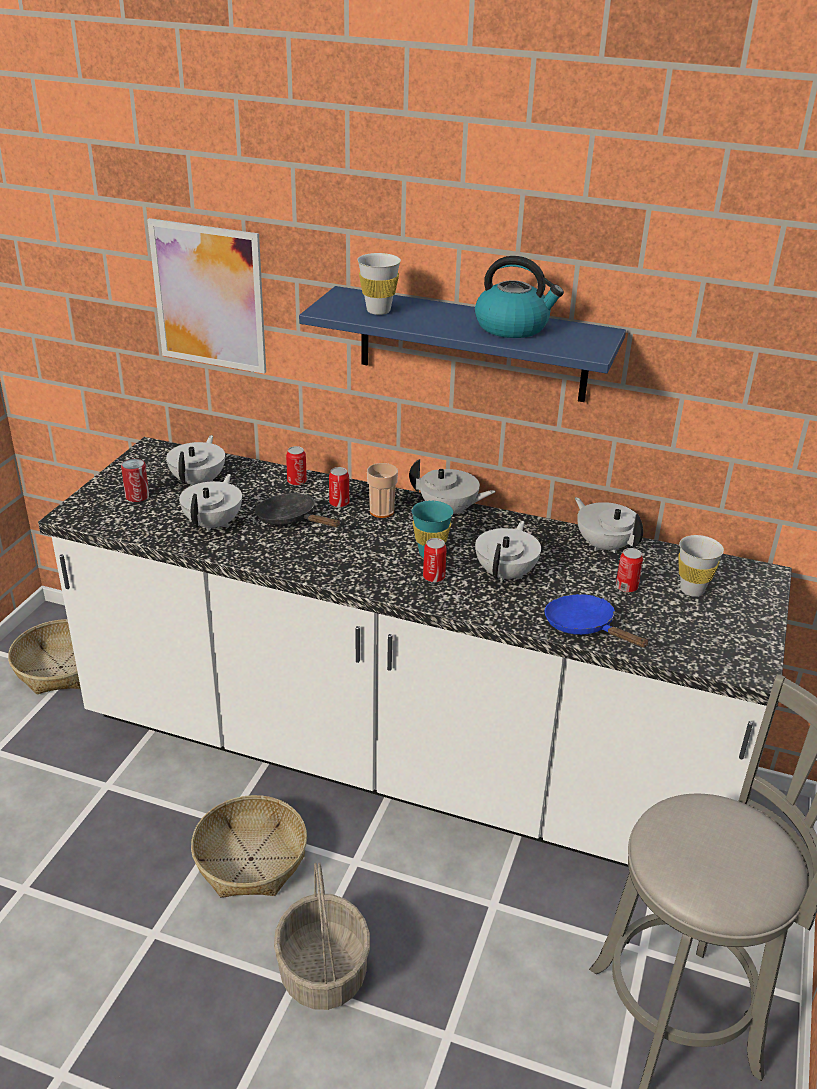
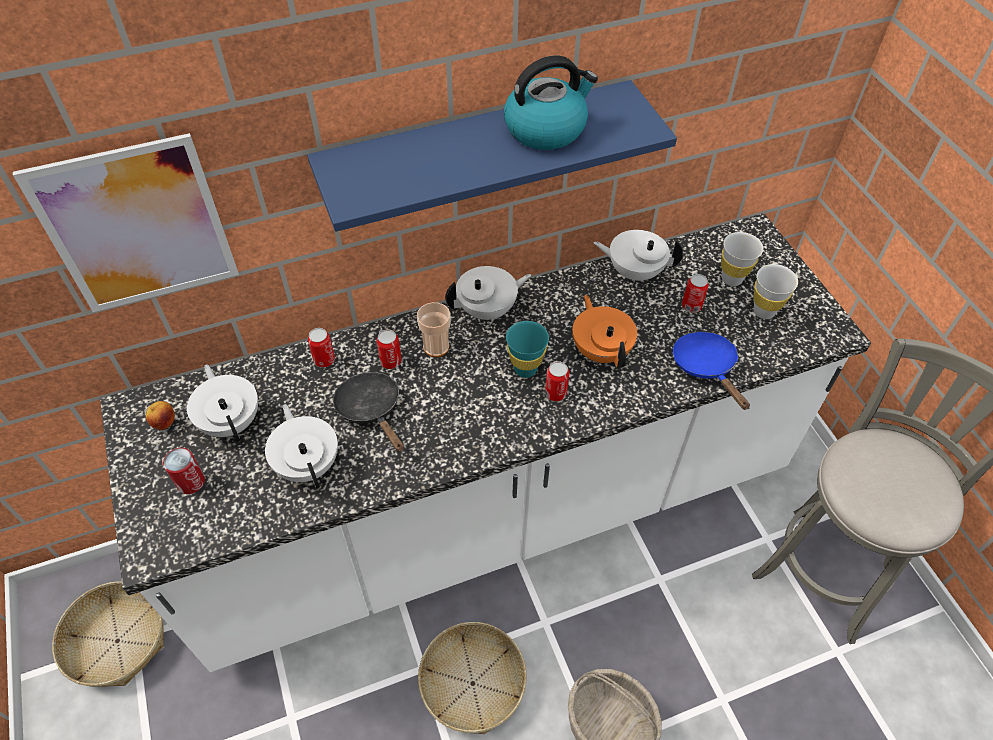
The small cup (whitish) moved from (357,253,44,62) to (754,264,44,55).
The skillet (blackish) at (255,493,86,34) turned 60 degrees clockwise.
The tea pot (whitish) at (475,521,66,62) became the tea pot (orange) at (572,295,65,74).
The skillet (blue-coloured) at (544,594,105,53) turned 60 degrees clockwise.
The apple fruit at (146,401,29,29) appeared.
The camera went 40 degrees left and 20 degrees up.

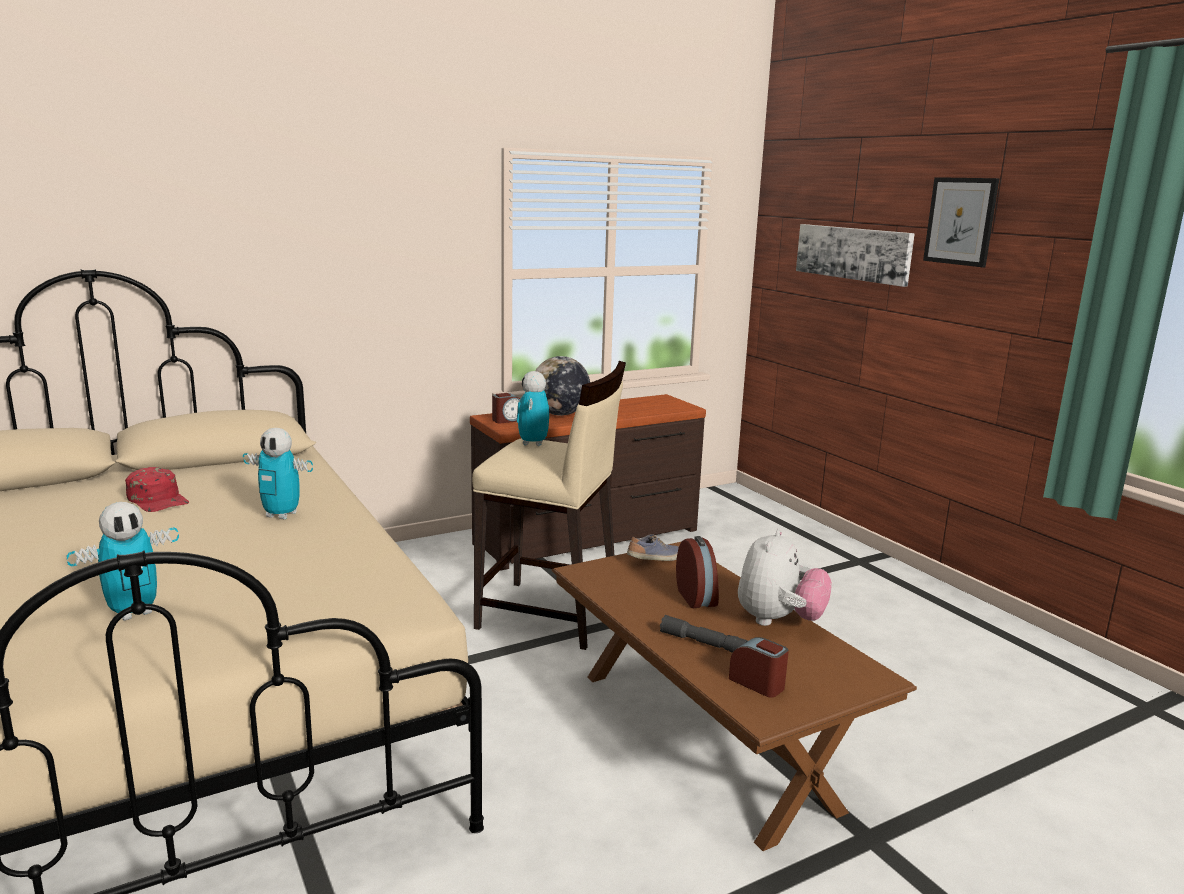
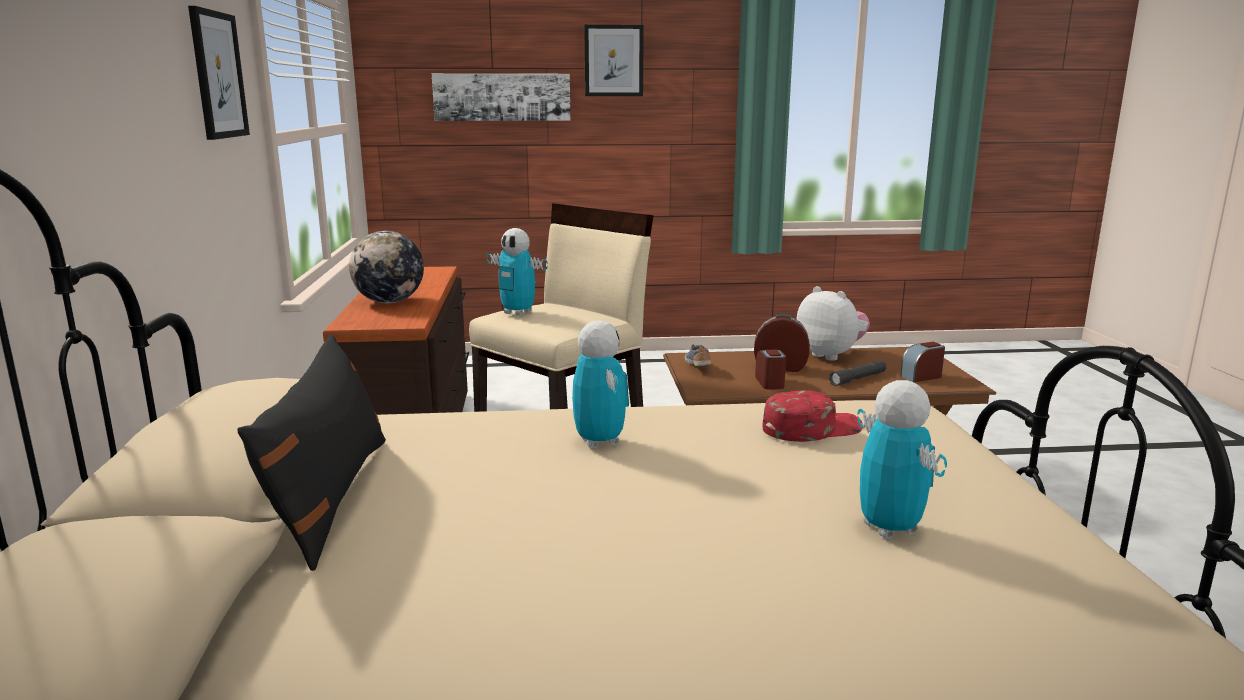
The bedside clock moved from (492,393,28,30) to (755,350,31,40).
The robot figure at (243,428,70,91) turned 60 degrees counterclockwise.
The peaked cap (red) moved from (125,467,64,45) to (763,390,99,52).
The wall art at (188,6,62,134) appeared.
The pillow (blackish) at (237,334,149,237) appeared.
The camera went 65 degrees left and 0 degrees up.

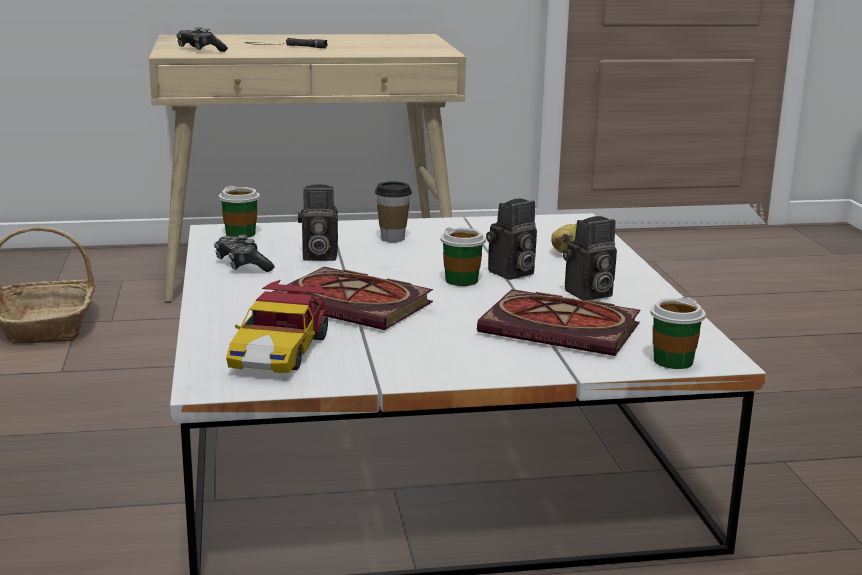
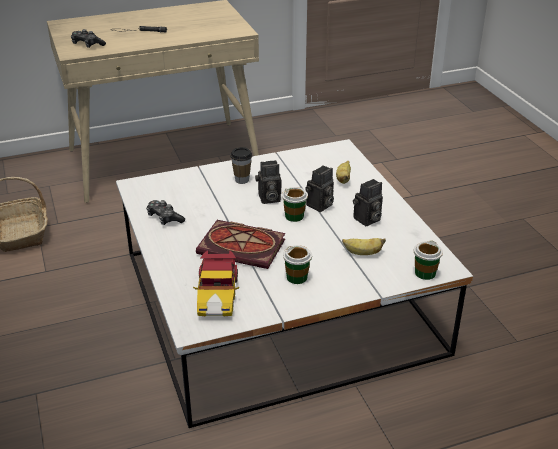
The still camera moved from (298,184,40,77) to (255,160,26,44).
The small cup moved from (219,185,41,53) to (283,245,29,39).
The volume at (477,289,163,67) was replaced by the banana fruit at (342,238,44,17).
The camera went 10 degrees left and 15 degrees up.

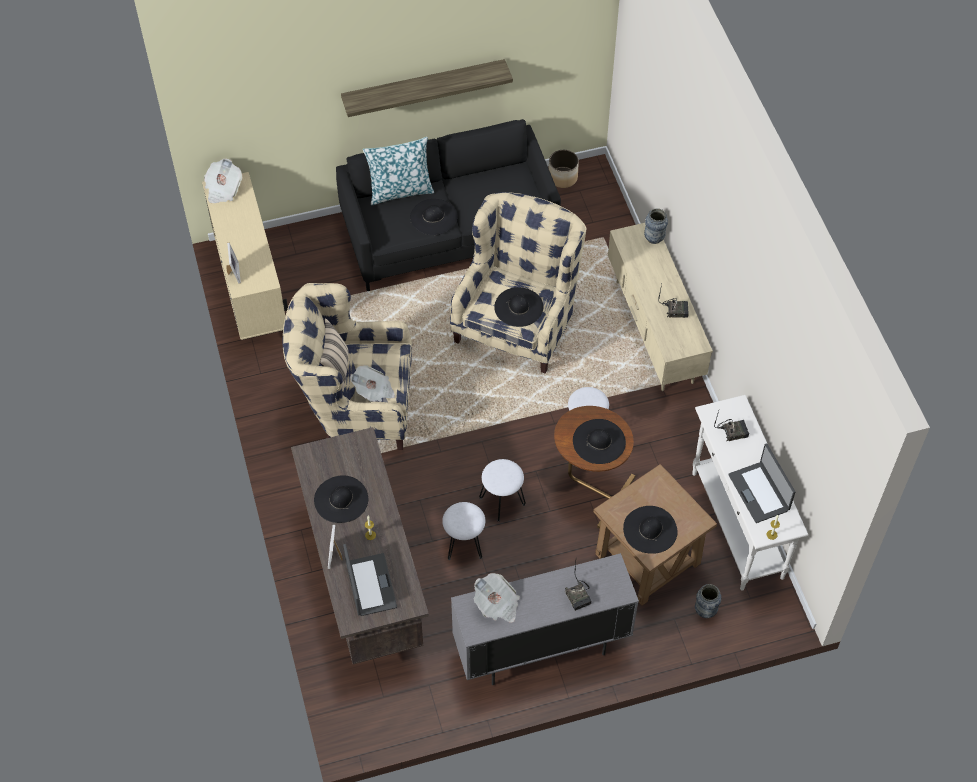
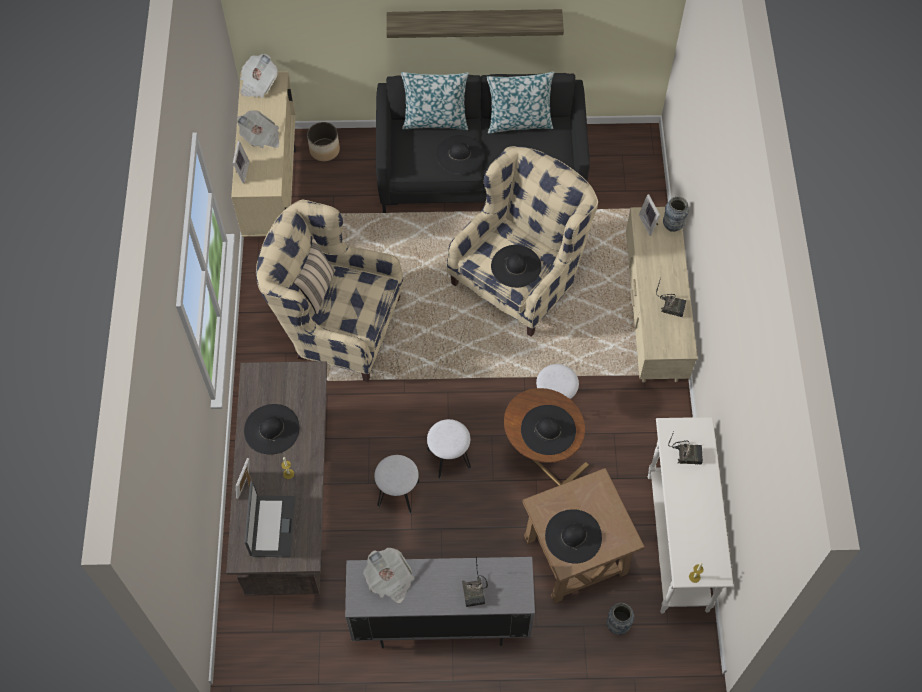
The plant pot moved from (549,150,30,38) to (307,122,33,39).
The newspaper moved from (350,365,45,37) to (237,110,42,38).
The laptop at (728,443,67,80) disappeared.
The pillow at (487,72,67,62) appeared.
The picture frame at (639,194,21,42) appeared.
The camera went 15 degrees right and 5 degrees up.

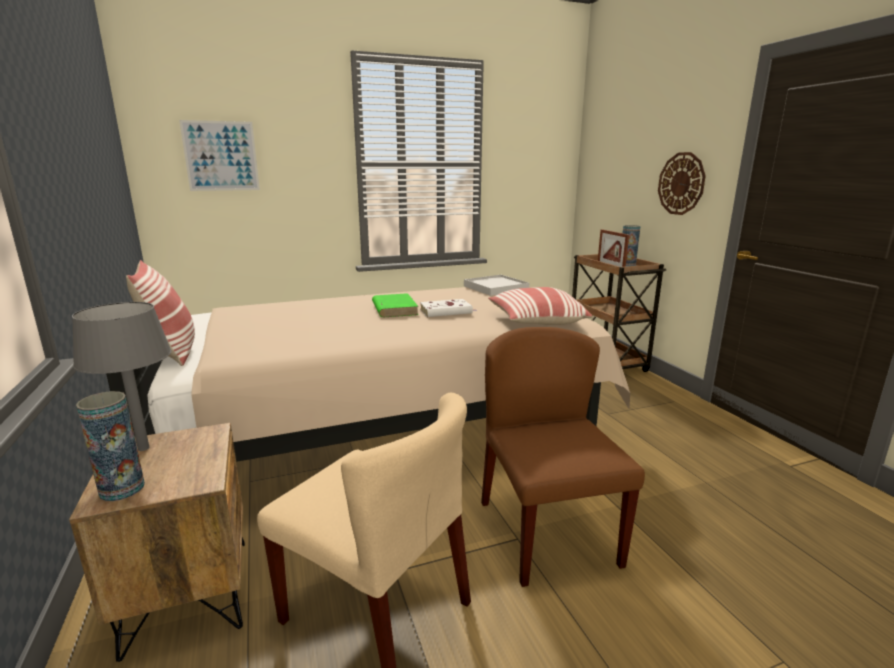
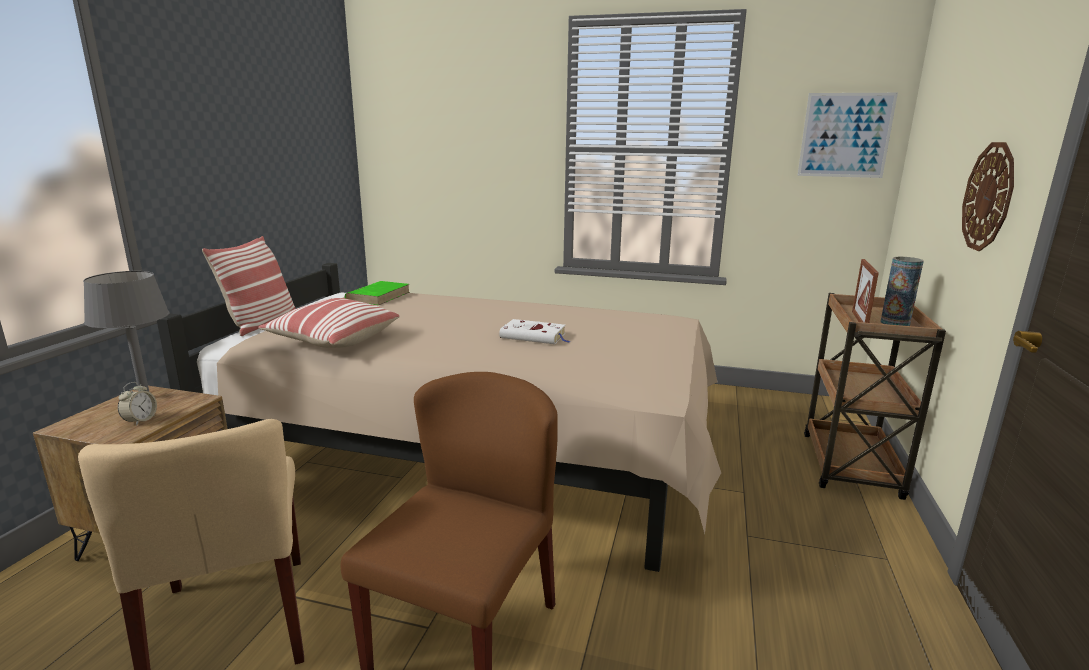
The wall art moved from (179,120,81,71) to (797,93,101,85).
The tray (whitish) at (464,275,65,21) disappeared.
The pillow moved from (488,287,104,38) to (258,298,142,50).
The volume (green-coloured) moved from (372,293,46,24) to (345,281,65,24).
The flower vase at (76,391,69,110) disappeared.
The bedside clock at (118,382,39,44) appeared.
The camera went 35 degrees right and 0 degrees up.

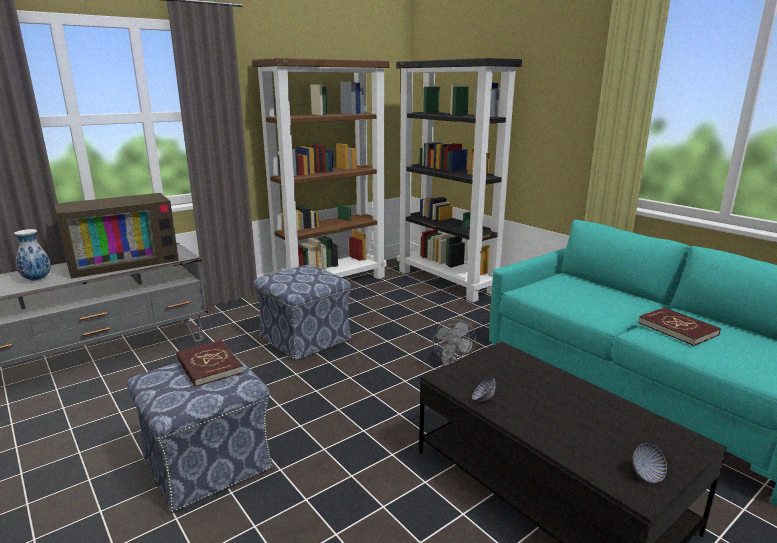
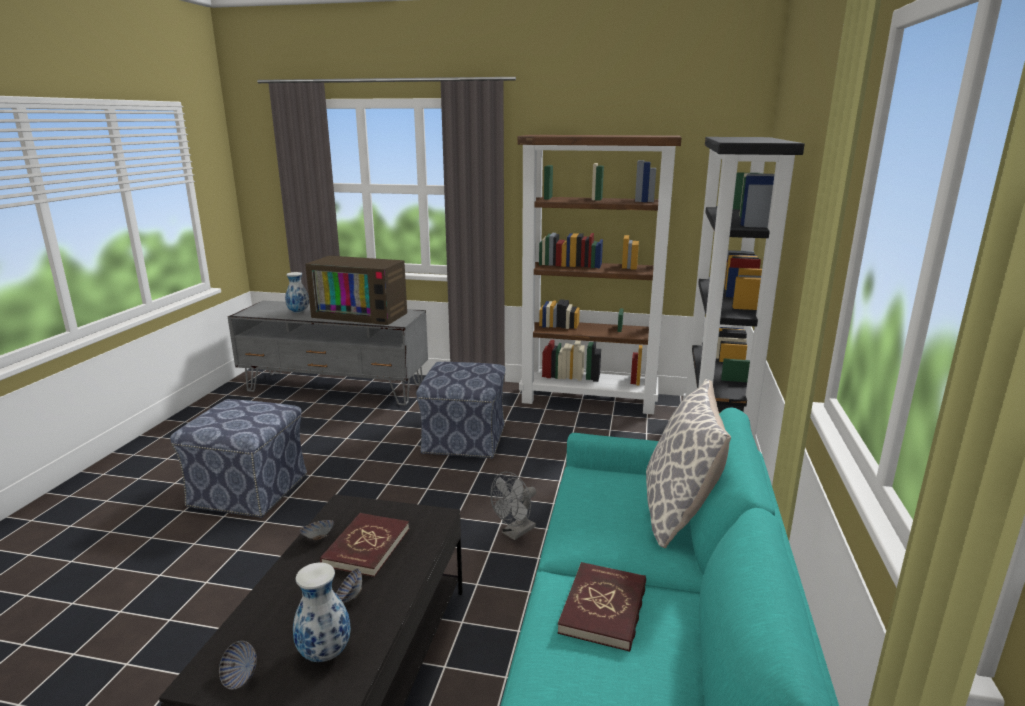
The volume (red) moved from (176,340,67,47) to (320,513,89,64).
The pillow at (646,379,85,169) appeared.
The flower vase at (293,563,58,99) appeared.
The serving bowl at (336,568,26,35) appeared.
The camera went 50 degrees right and 0 degrees up.

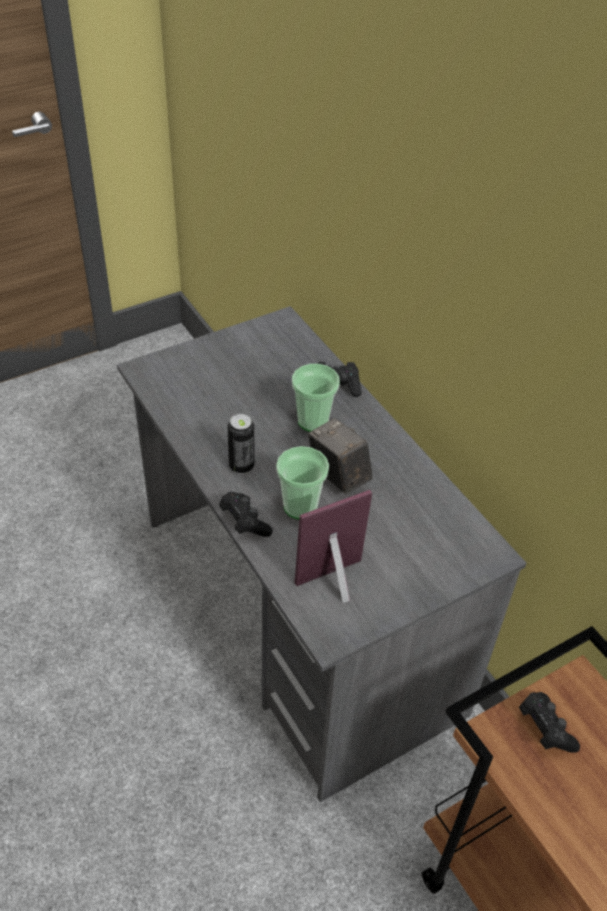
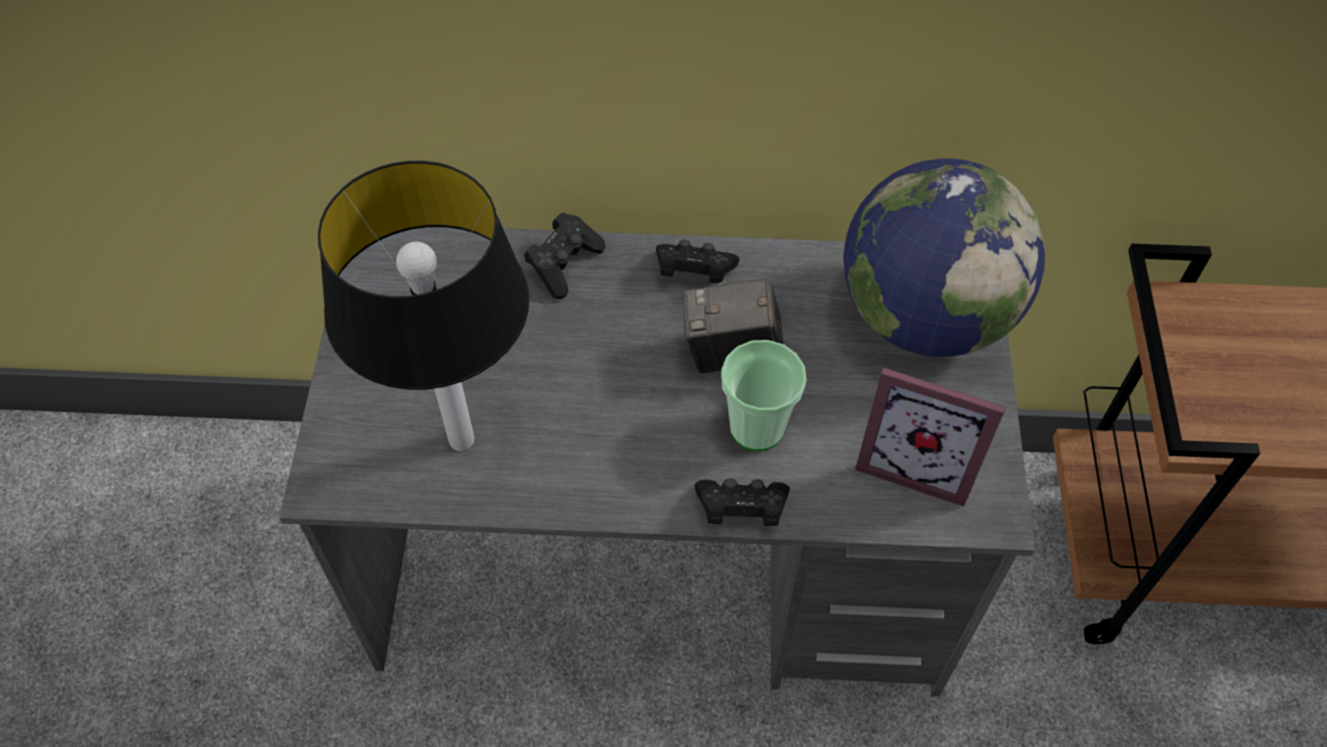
The small cup at (292,364,48,68) disappeared.
The metal can at (228,414,26,60) disappeared.
The picture frame at (294,490,78,113) turned 75 degrees counterclockwise.
The gamepad (blackish) moved from (519,692,61,61) to (656,240,84,43).
The world globe at (843,158,202,199) appeared.
The lamp for a table at (318,161,211,290) appeared.
The camera went 55 degrees left and 10 degrees up.

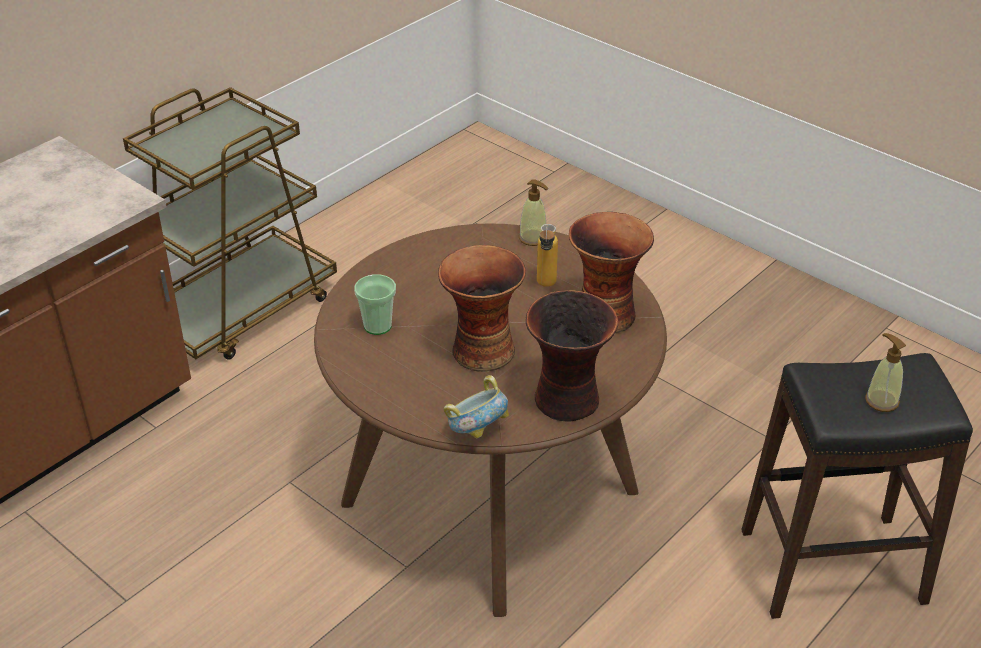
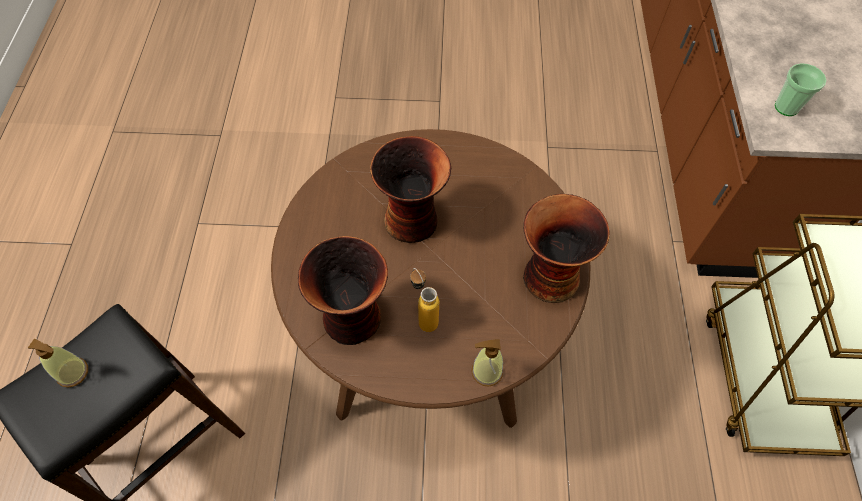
The small cup moved from (354,274,42,61) to (775,63,52,53).
The flower vase moved from (526,290,92,131) to (523,194,87,109).
The serving bowl at (444,375,65,63) disappeared.
The camera went 140 degrees right and 20 degrees up.

